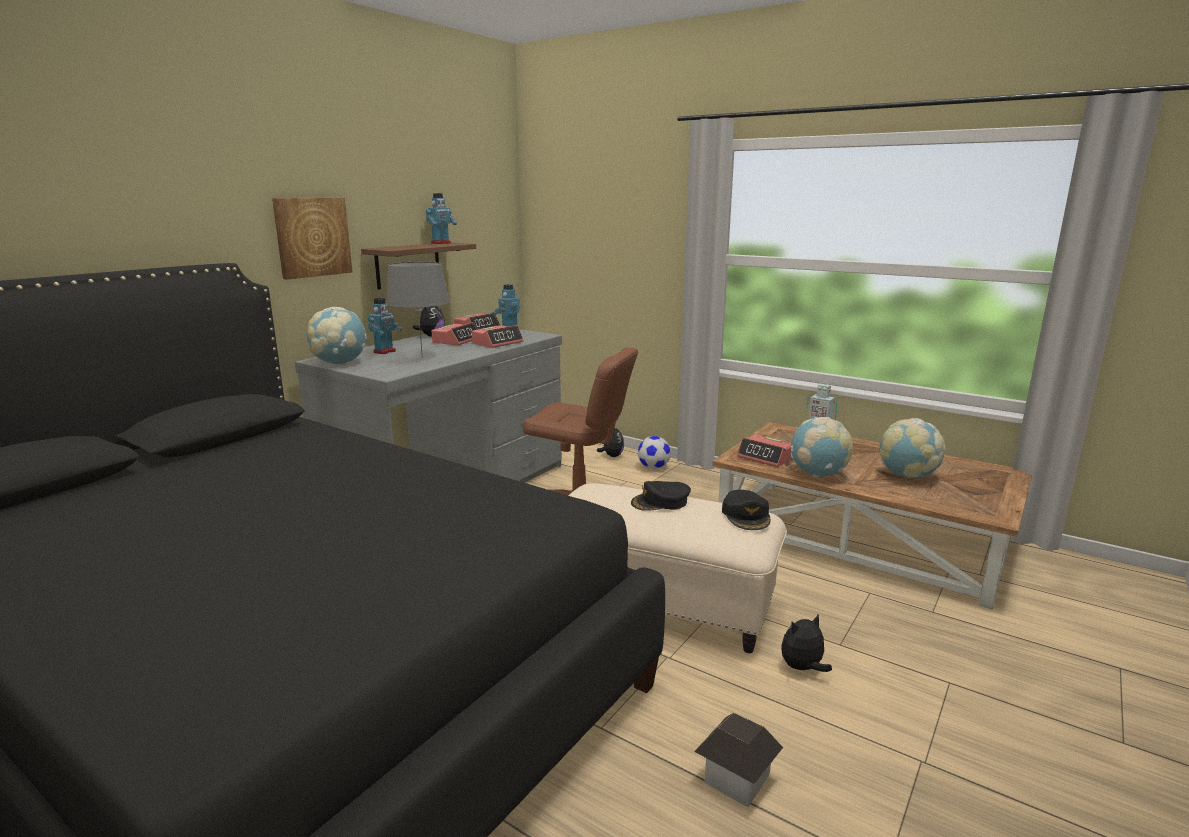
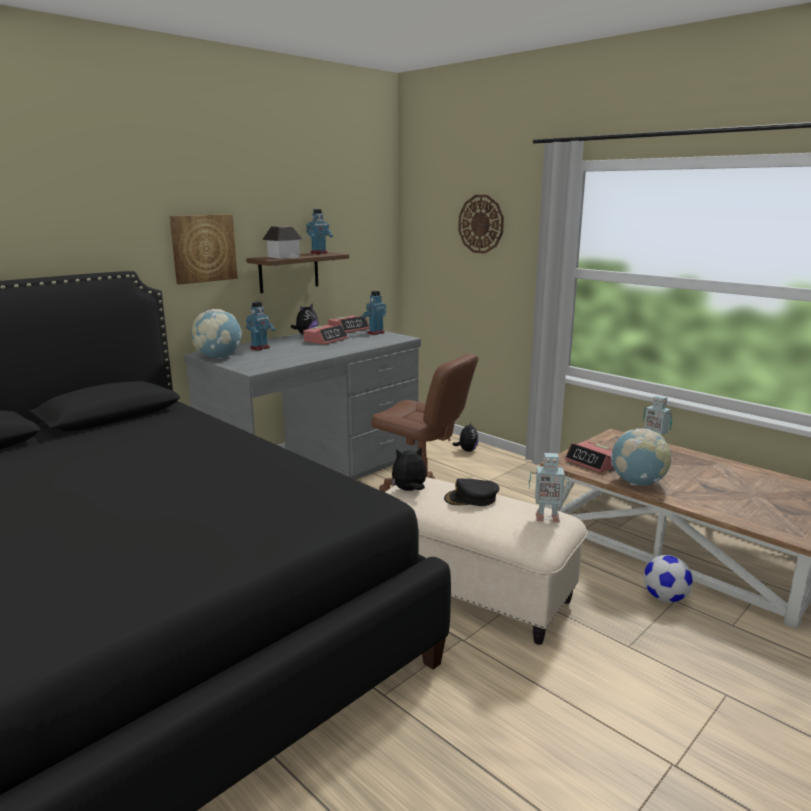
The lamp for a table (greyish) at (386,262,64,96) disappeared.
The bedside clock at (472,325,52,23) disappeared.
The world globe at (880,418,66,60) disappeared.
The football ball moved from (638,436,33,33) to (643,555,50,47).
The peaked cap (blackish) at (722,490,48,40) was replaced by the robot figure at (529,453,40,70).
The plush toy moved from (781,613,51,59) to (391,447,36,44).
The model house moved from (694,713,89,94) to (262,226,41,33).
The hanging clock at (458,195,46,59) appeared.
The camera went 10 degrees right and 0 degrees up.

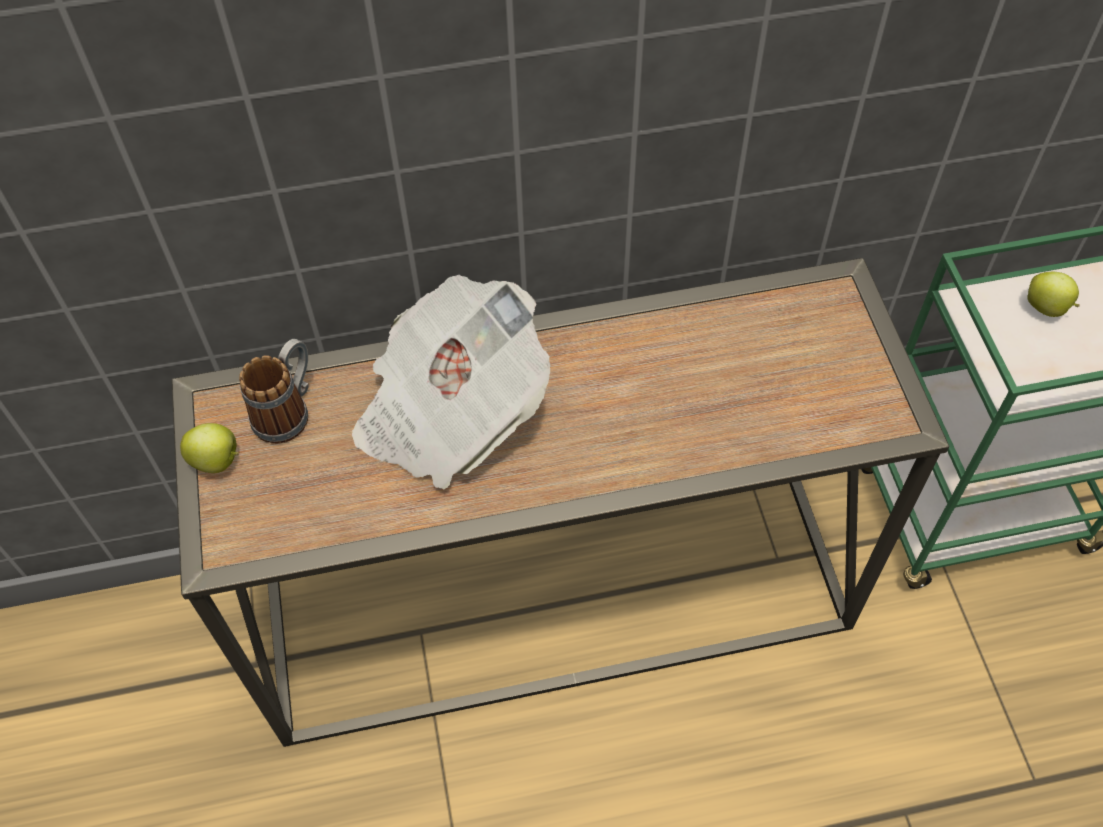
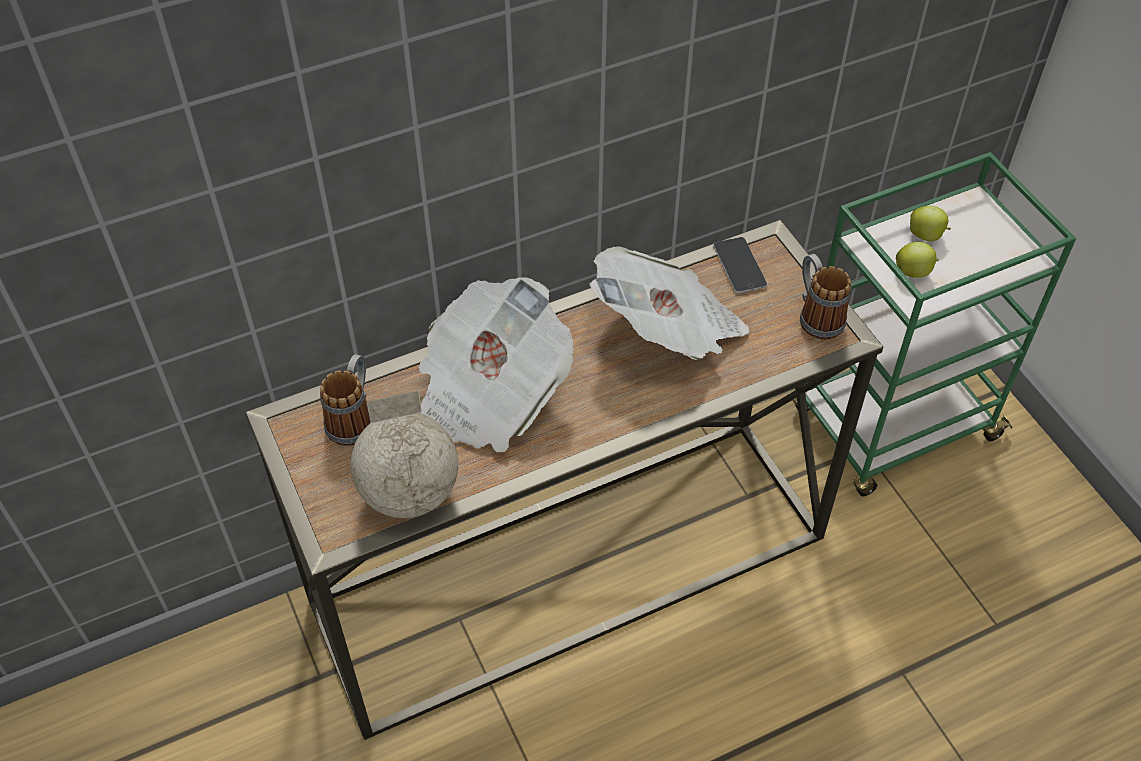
The apple fruit moved from (180,423,59,50) to (896,242,43,36).
The handset at (713,237,54,56) appeared.
The newspaper at (589,246,160,114) appeared.
The coffee mug at (800,254,51,85) appeared.
The world globe at (351,391,107,127) appeared.
The camera went 15 degrees left and 5 degrees down.

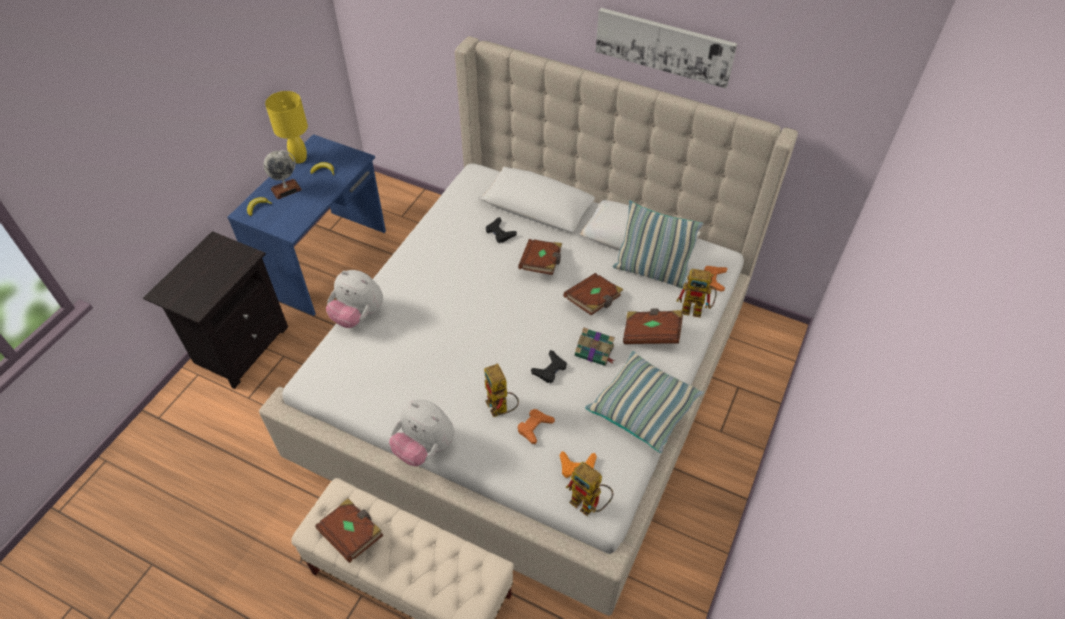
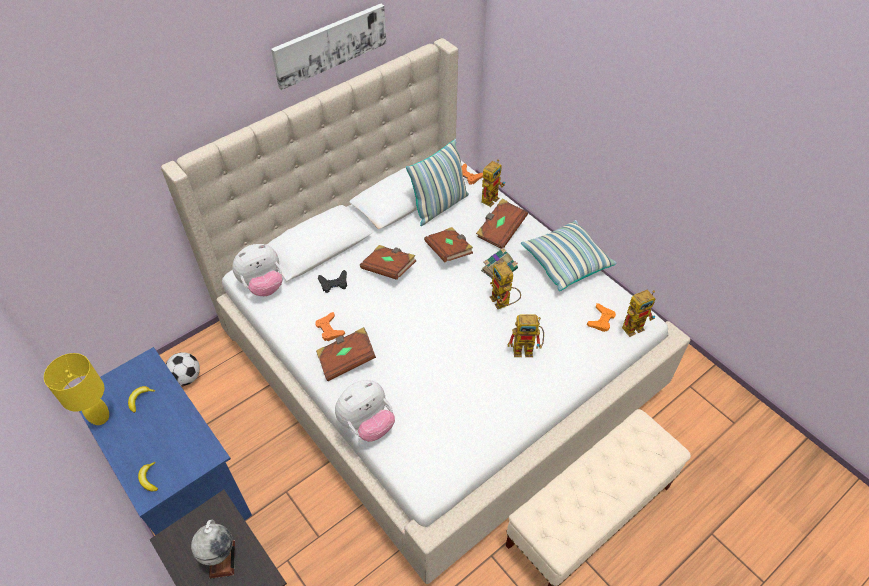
The world globe moved from (263,150,39,50) to (191,519,44,60).
The gamepad (blackish) at (531,350,36,33) was replaced by the robot figure at (490,261,31,48).
The plush toy moved from (389,400,65,66) to (232,244,51,52).
The gamepad (orange) moved from (518,409,37,35) to (315,312,30,29).
The volume (brownish) moved from (315,498,69,65) to (316,327,60,54).
The football ball at (166,352,34,34) appeared.
The camera went 65 degrees left and 0 degrees up.

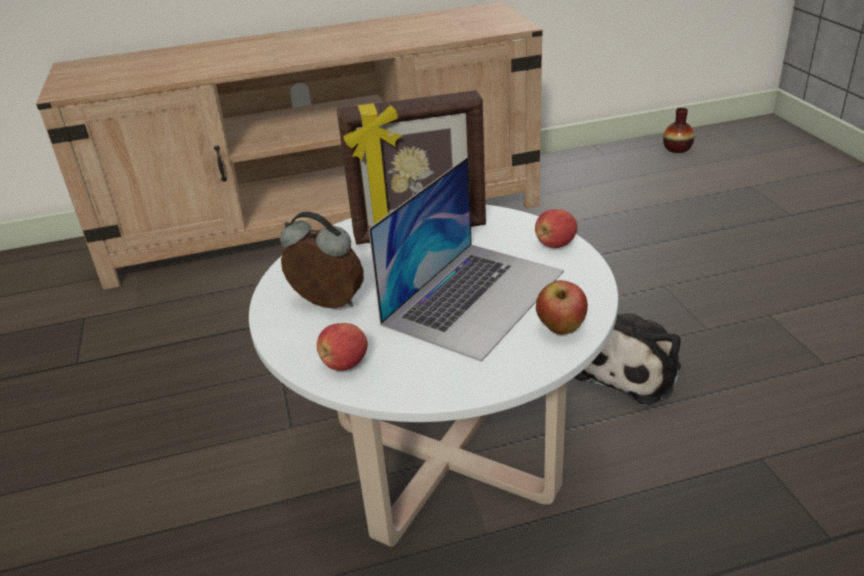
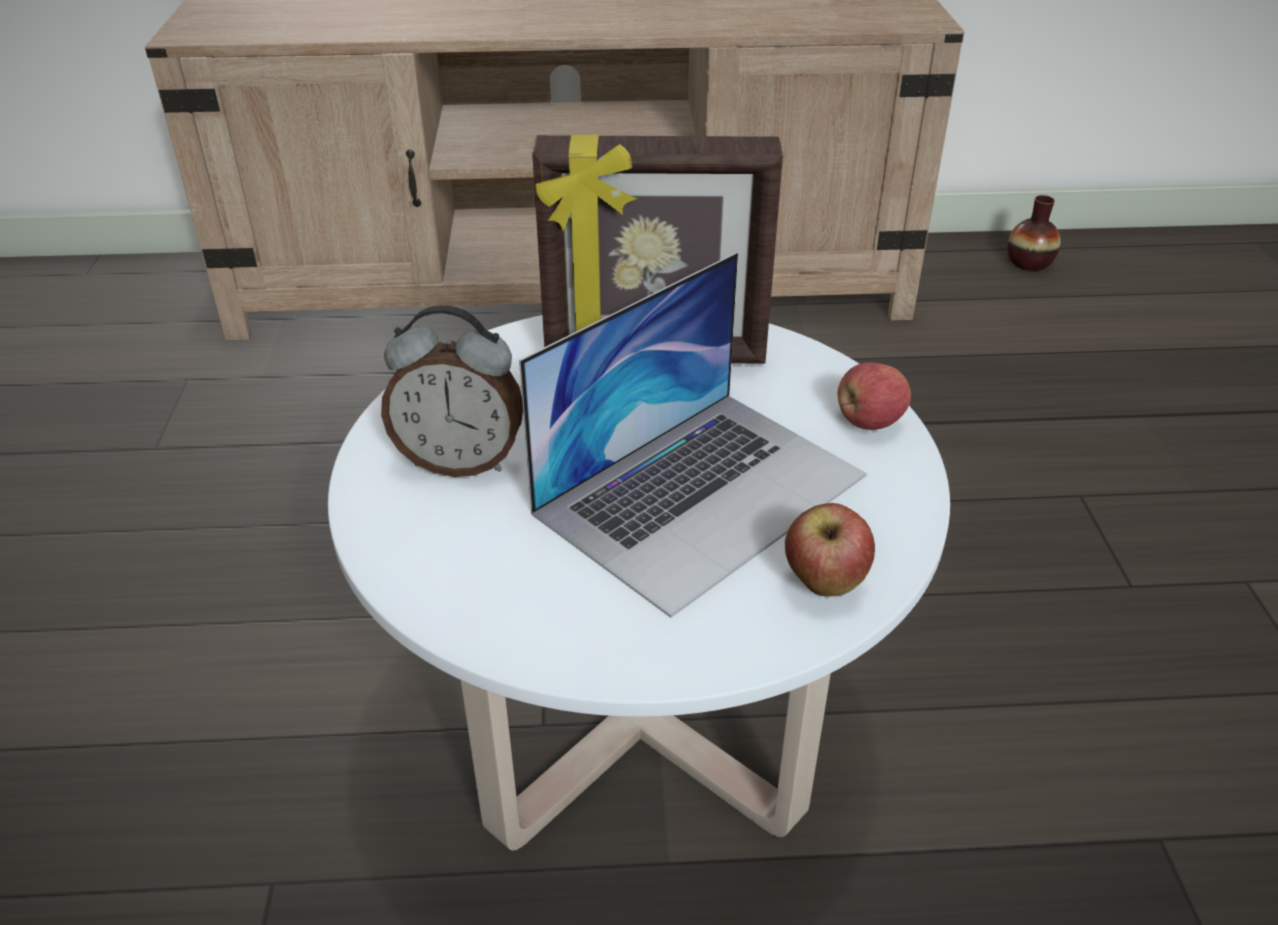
The flower vase moved from (663,108,31,45) to (1008,195,53,76).
The bedside clock at (280,212,84,96) turned 150 degrees clockwise.
The plush toy at (574,313,107,92) disappeared.
The apple fruit at (317,323,51,48) disappeared.
The camera went 10 degrees right and 5 degrees up.

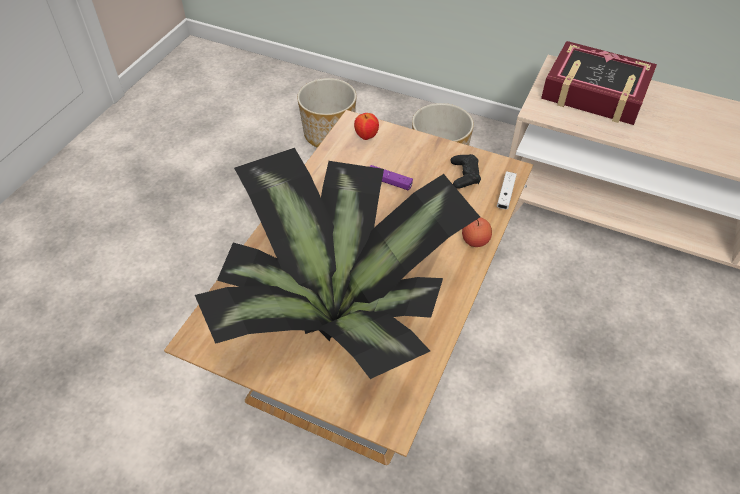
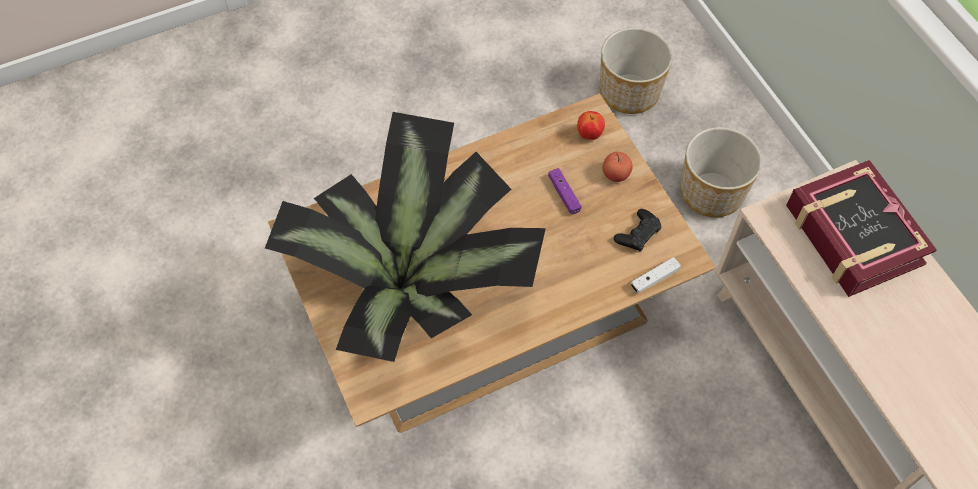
The apple fruit moved from (462,217,30,30) to (603,152,30,30).
The camera went 40 degrees right and 10 degrees up.

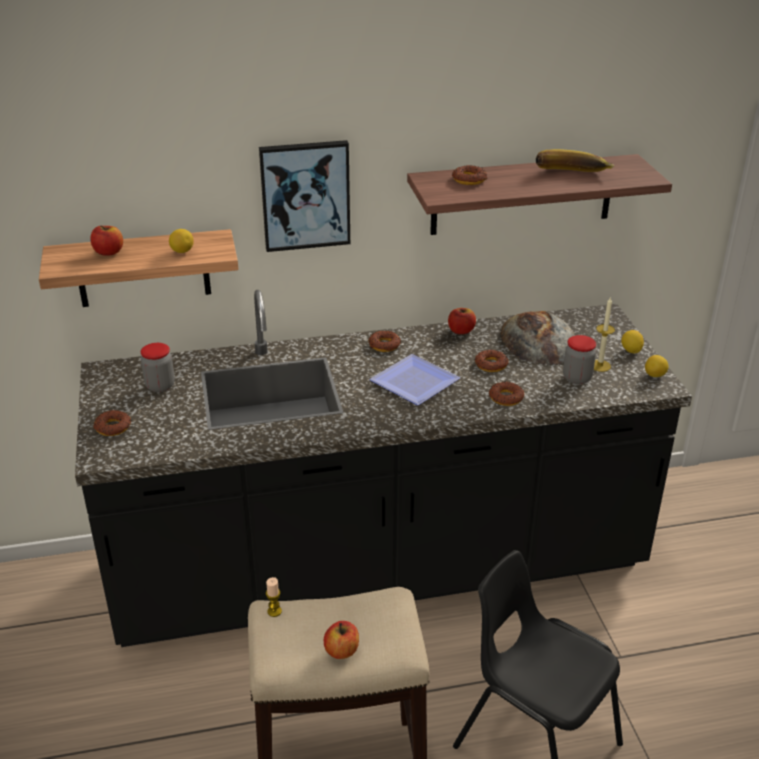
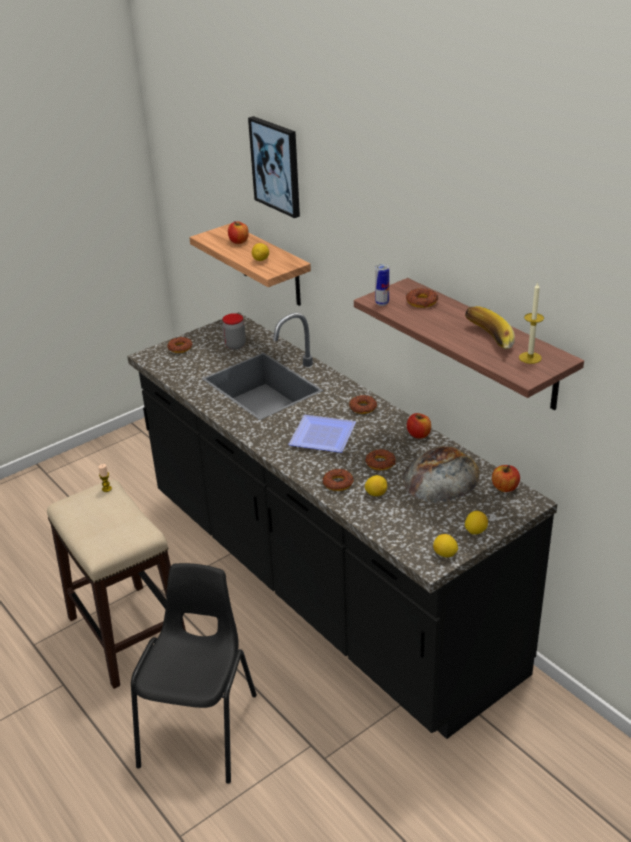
The wall art moved from (259,140,91,112) to (248,116,52,102).
The wax candle moved from (594,296,21,76) to (519,282,25,82).
The preserve jar at (563,335,33,49) disappeared.
The apple fruit moved from (324,621,35,38) to (492,465,28,27).
The metal can at (375,264,14,42) appeared.
The lemon at (365,475,22,21) appeared.
The camera went 65 degrees right and 0 degrees up.

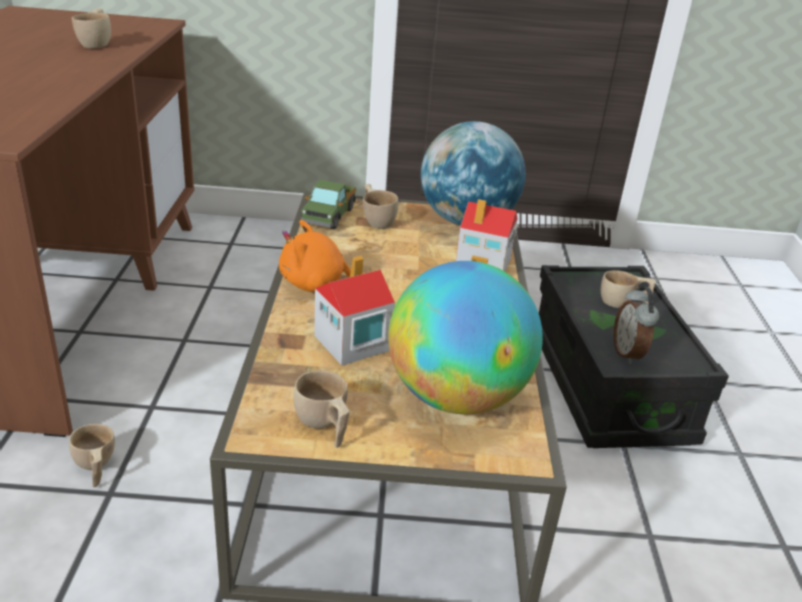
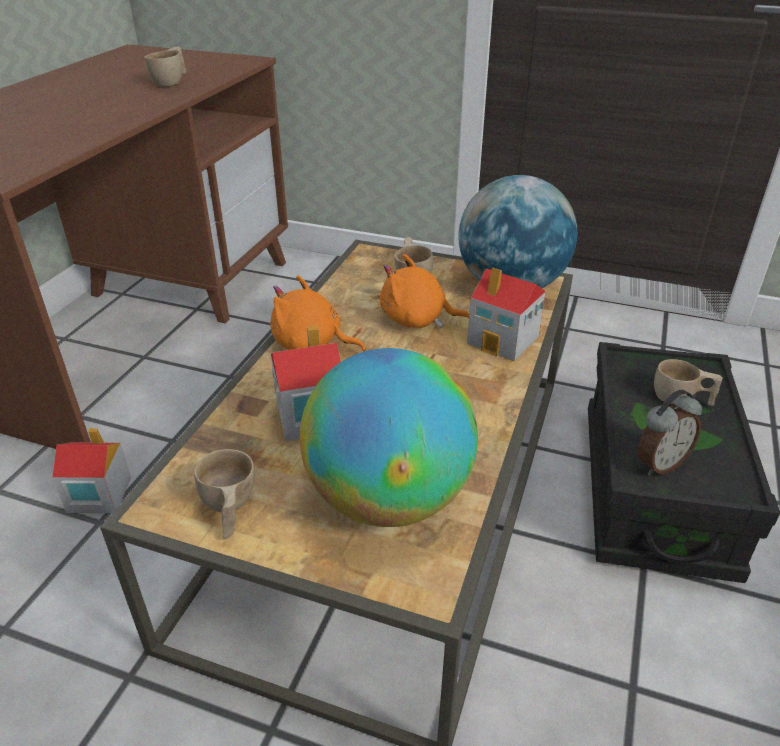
The toy lorry at (301,180,55,49) disappeared.
The bedside clock at (614,287,45,77) turned 135 degrees counterclockwise.
The small cup (beige) at (69,424,46,63) was replaced by the model house at (52,428,79,85).
The plush toy (orange) at (380,254,89,74) appeared.
The camera went 20 degrees right and 5 degrees up.

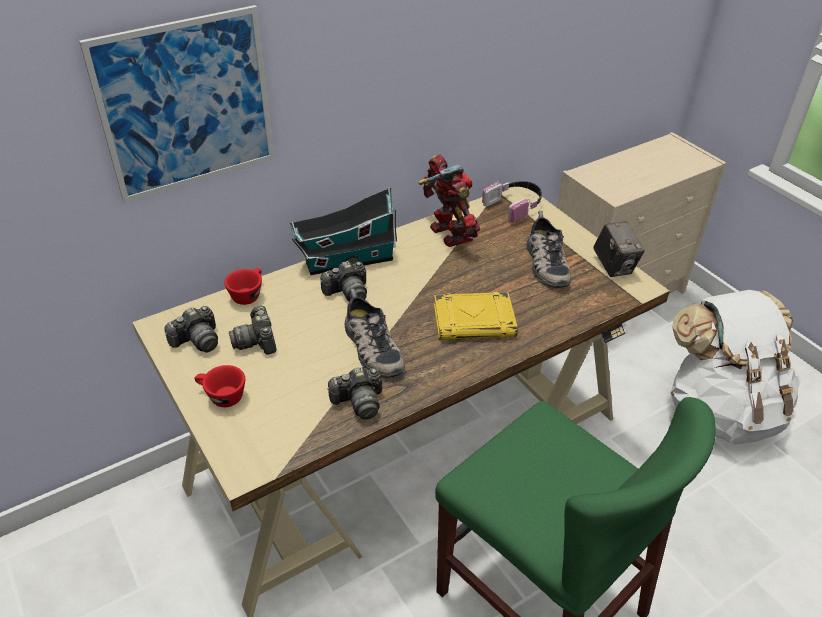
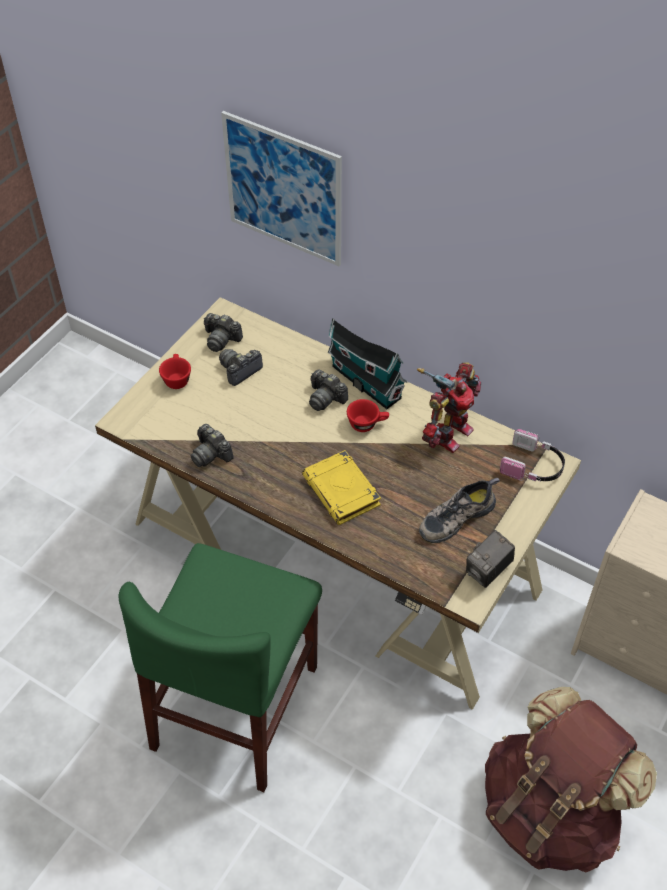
The small cup (red) moved from (225,268,37,37) to (347,399,42,33).
The shoe at (345,289,60,89) disappeared.
The backpack (whitish) at (670,290,131,155) became the backpack (brownish) at (485,687,172,186).
The camera went 65 degrees right and 10 degrees up.

